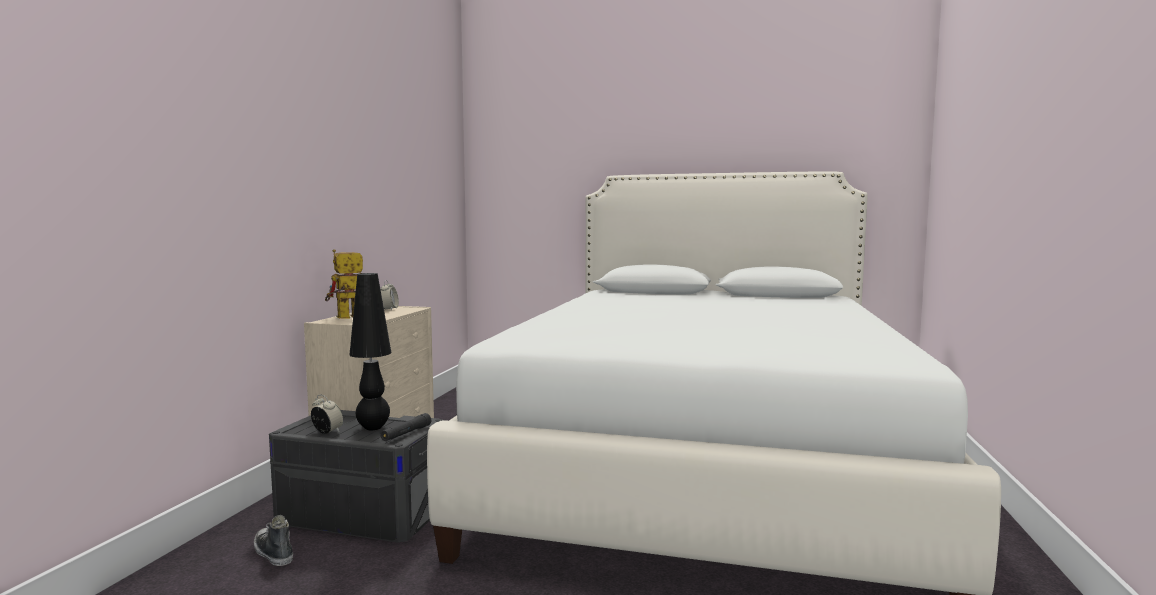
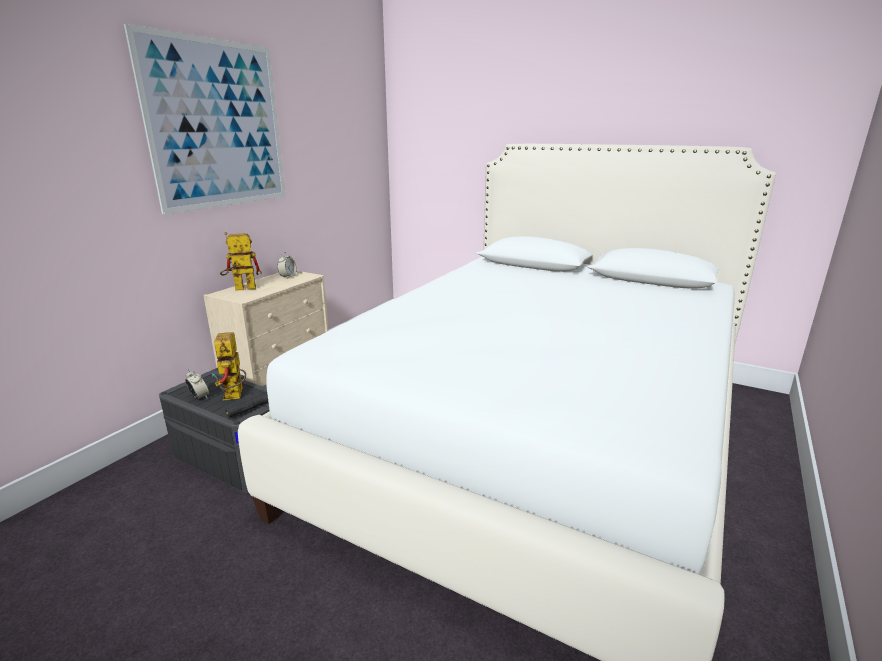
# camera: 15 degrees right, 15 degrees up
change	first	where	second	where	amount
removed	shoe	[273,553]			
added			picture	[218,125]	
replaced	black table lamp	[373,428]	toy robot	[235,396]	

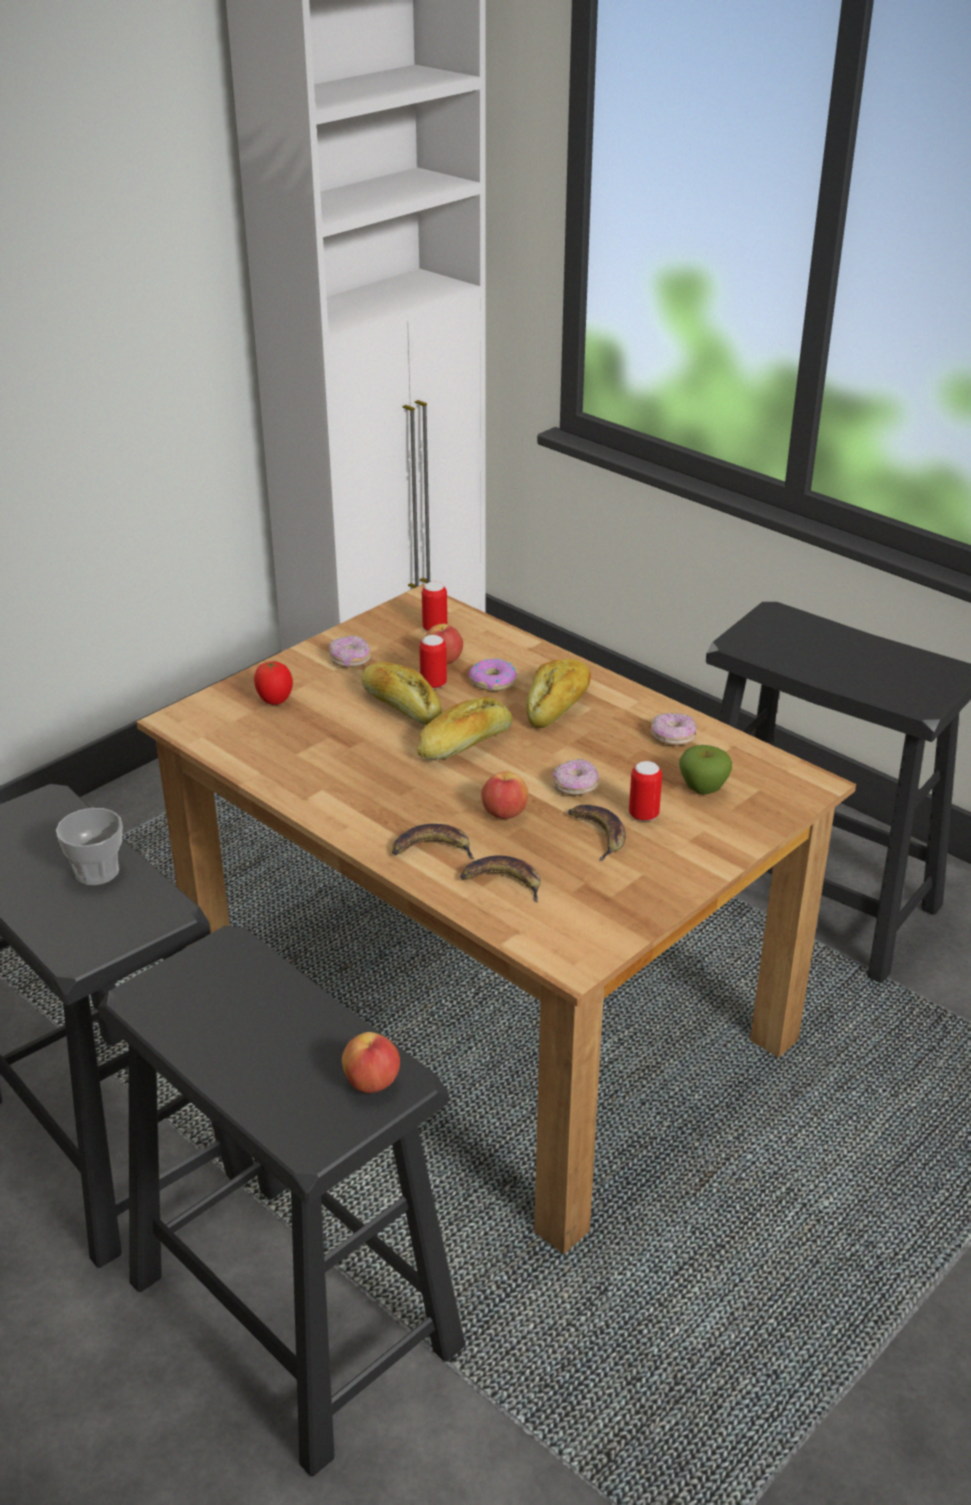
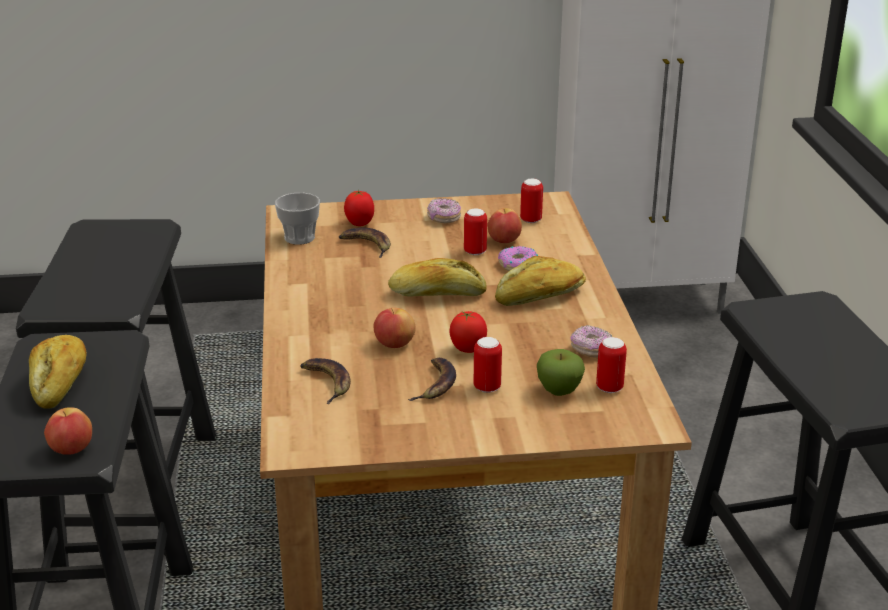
# camera: 40 degrees right, 5 degrees down
change	first	where	second	where	amount
added			can	[609,388]	
moved	cup	[97,871]		[299,238]	
moved	bread	[401,706]		[60,382]	
moved	banana	[431,849]		[366,245]	
replaced	donut	[575,787]	tomato	[468,350]	

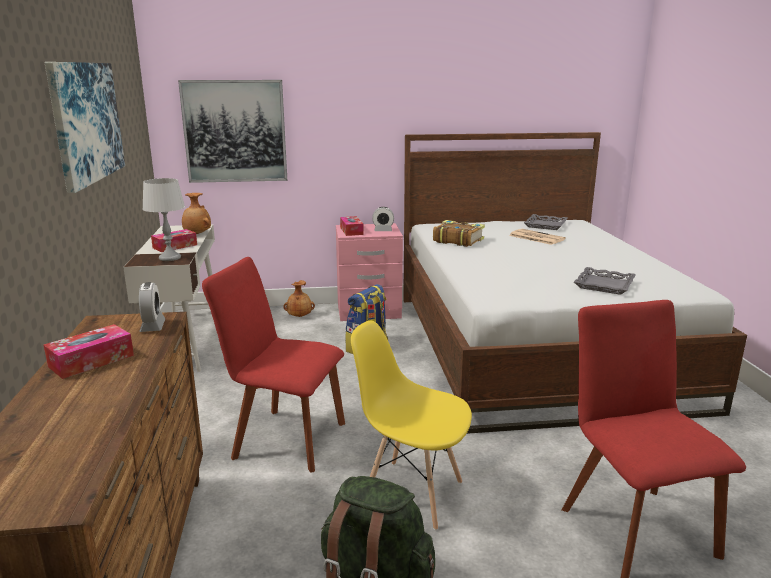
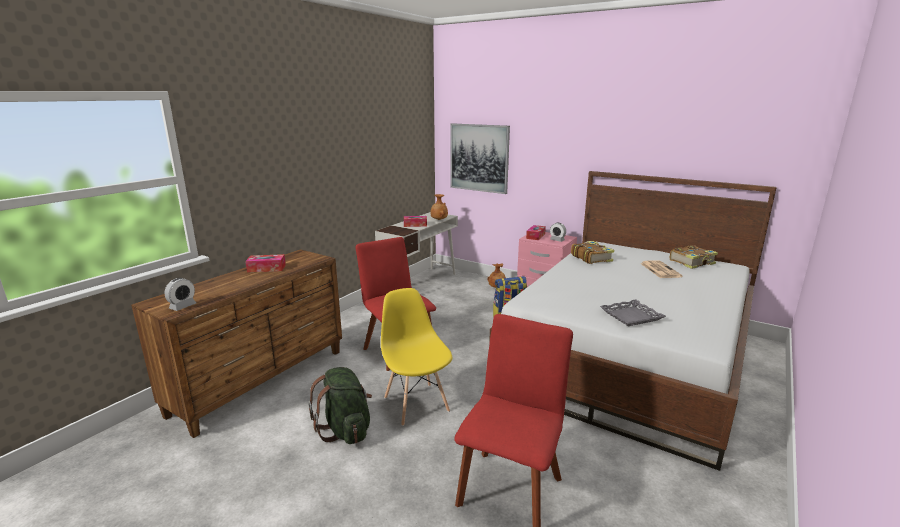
# camera: 40 degrees right, 0 degrees up
change	first	where	second	where	amount
removed	picture	[86,122]			
removed	grey table lamp	[169,258]			
moved	alarm clock	[153,326]		[183,306]	
replaced	grey tray	[545,225]	book	[692,262]	

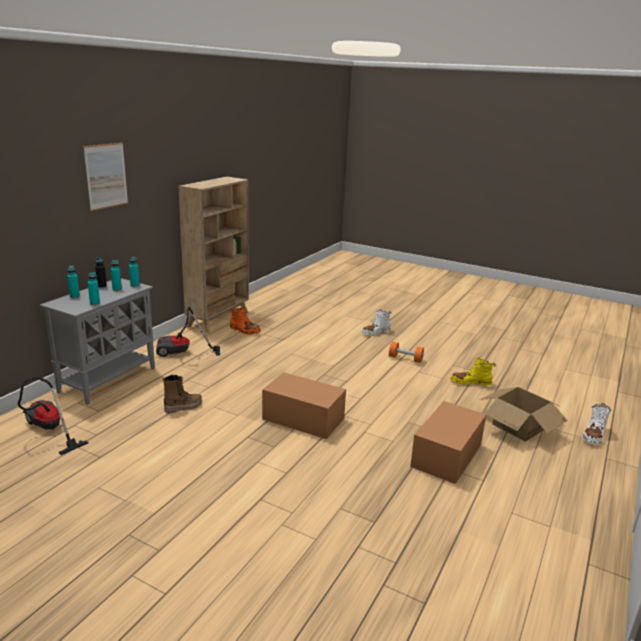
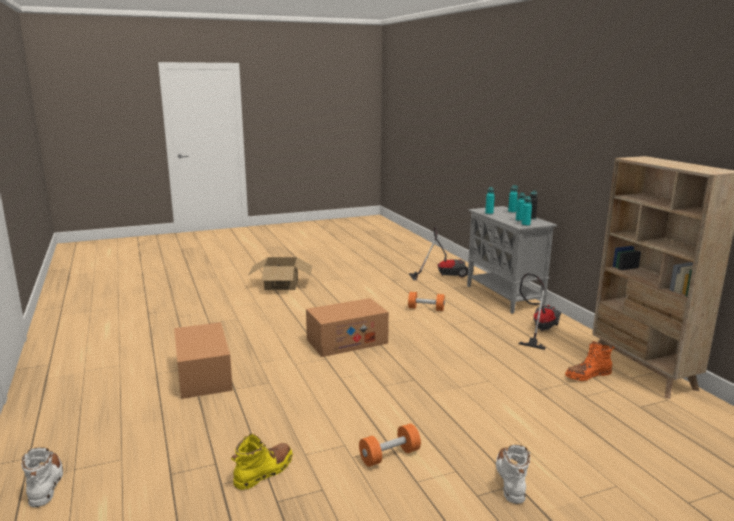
# camera: 130 degrees right, 5 degrees down
change	first	where	second	where	amount
removed	picture	[106,176]			
moved	cardboard box	[519,426]		[281,284]	
replaced	boot	[183,407]	orange dumbbell	[426,309]	

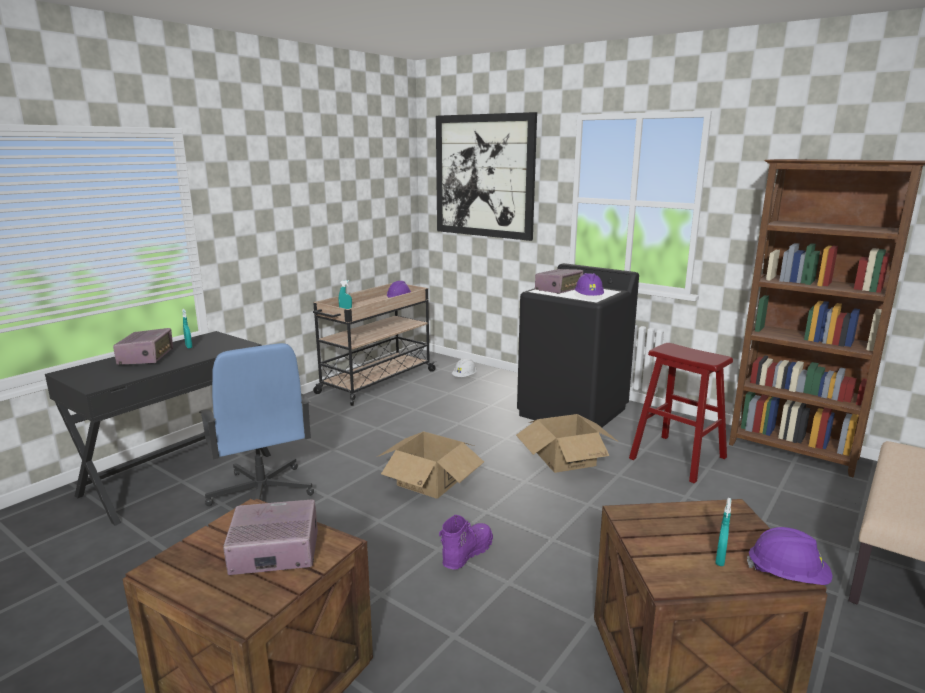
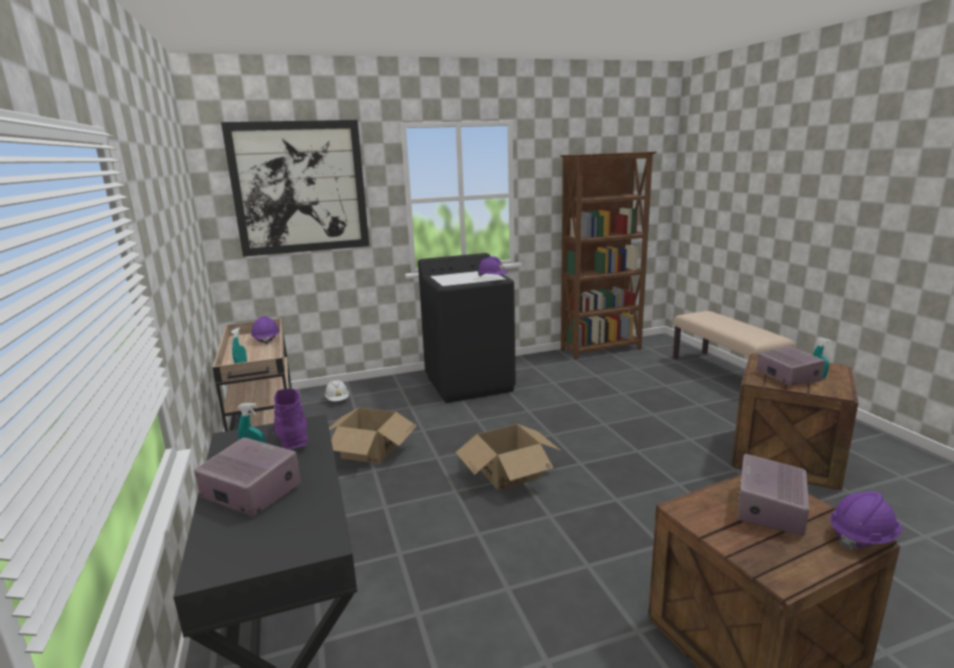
# camera: 55 degrees left, 0 degrees up
change	first	where	second	where	amount
removed	blue office chair	[261,493]			
removed	red stool	[678,458]			
moved	purple boot	[466,553]		[292,436]	
moved	cardboard box	[565,458]		[370,449]	
moved	radio	[558,290]		[787,376]	
moved	purple hard hat	[787,576]		[862,536]	

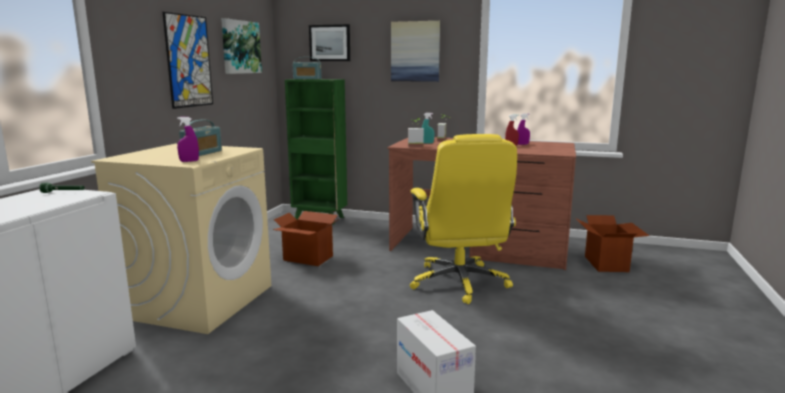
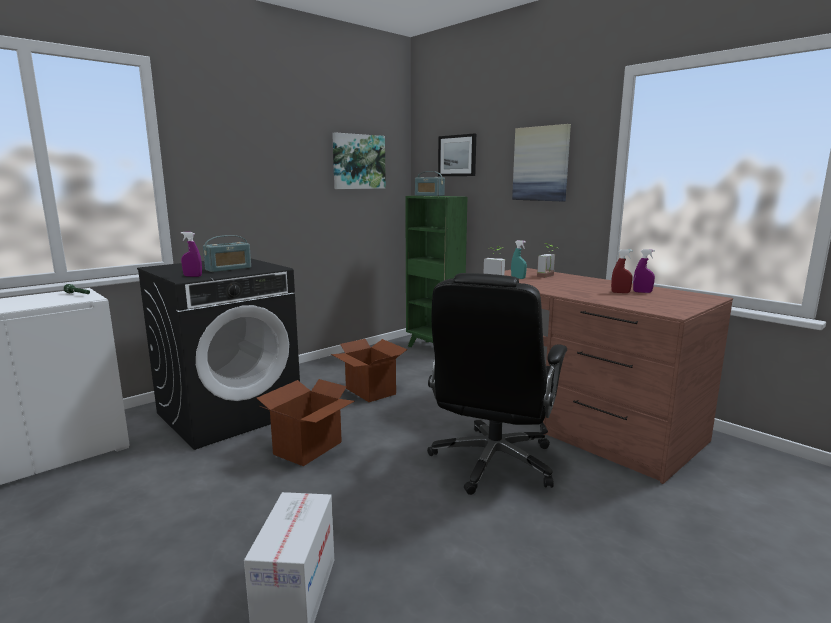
# camera: 30 degrees right, 0 degrees up
change	first	where	second	where	amount
removed	picture	[189,61]			
moved	cardboard box	[607,264]		[309,448]	
recoloured	beige washing machine	[199,300]	black washing machine	[229,413]	
recoloured	yellow office chair	[459,283]	black office chair	[492,463]	

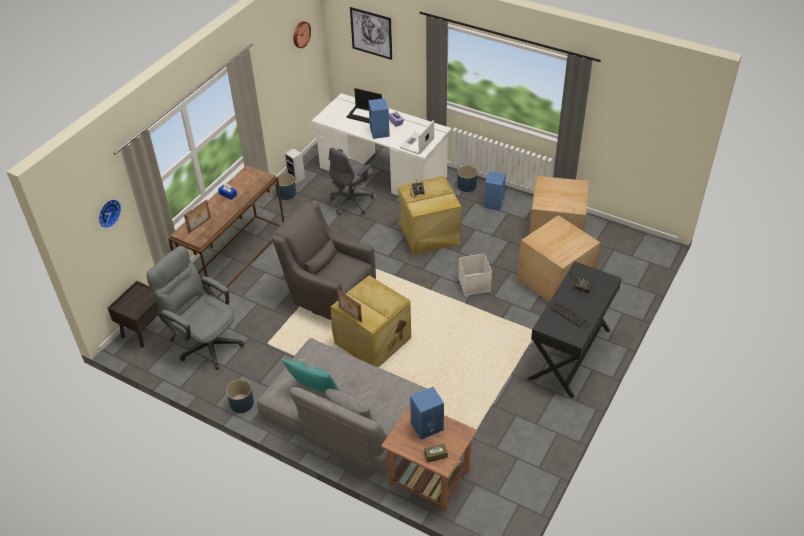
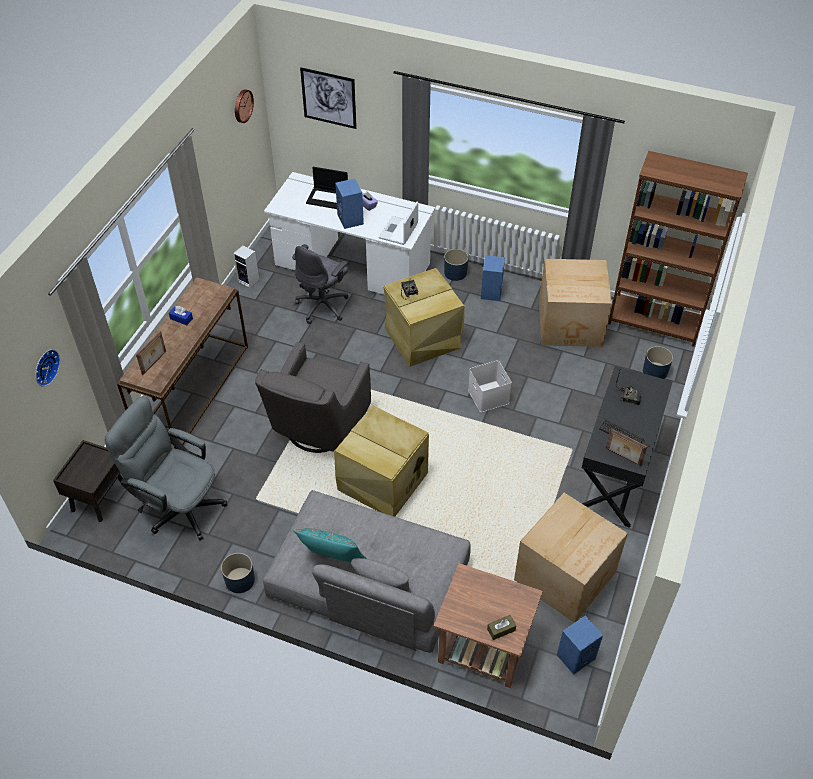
# camera: 10 degrees left, 5 degrees up
change	first	where	second	where	amount
added			brown bookcase	[654,323]	
moved	blue planter	[286,193]		[655,371]	
moved	picture frame	[350,314]		[623,457]	
moved	blue speaker	[427,426]		[576,656]	
moved	cardboard box	[556,280]		[566,576]	
turned	grey armchair	[328,295]		[317,429]	90 degrees counterclockwise

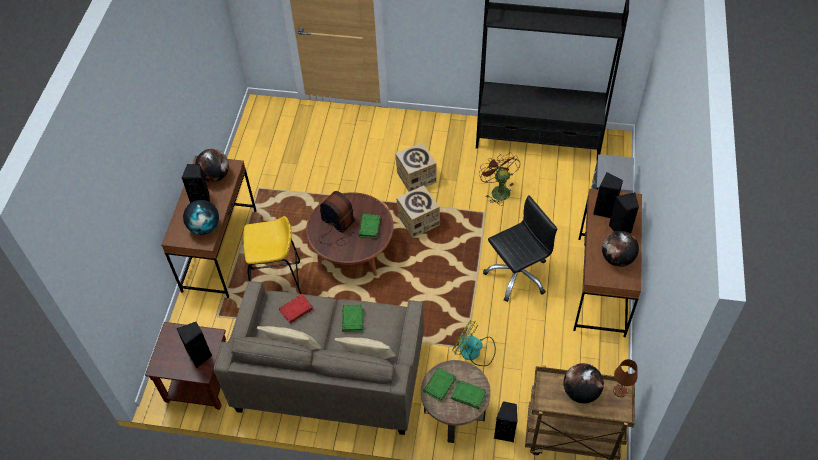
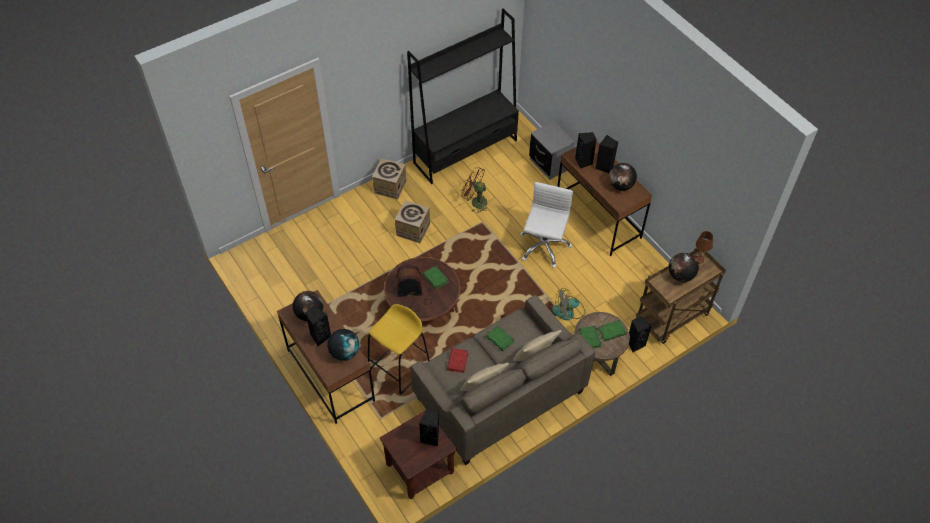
# camera: 45 degrees left, 0 degrees up
change	first	where	second	where	amount
moved	cardboard box	[418,221]		[390,187]	
recoloured	black office chair	[517,275]	white office chair	[543,247]	

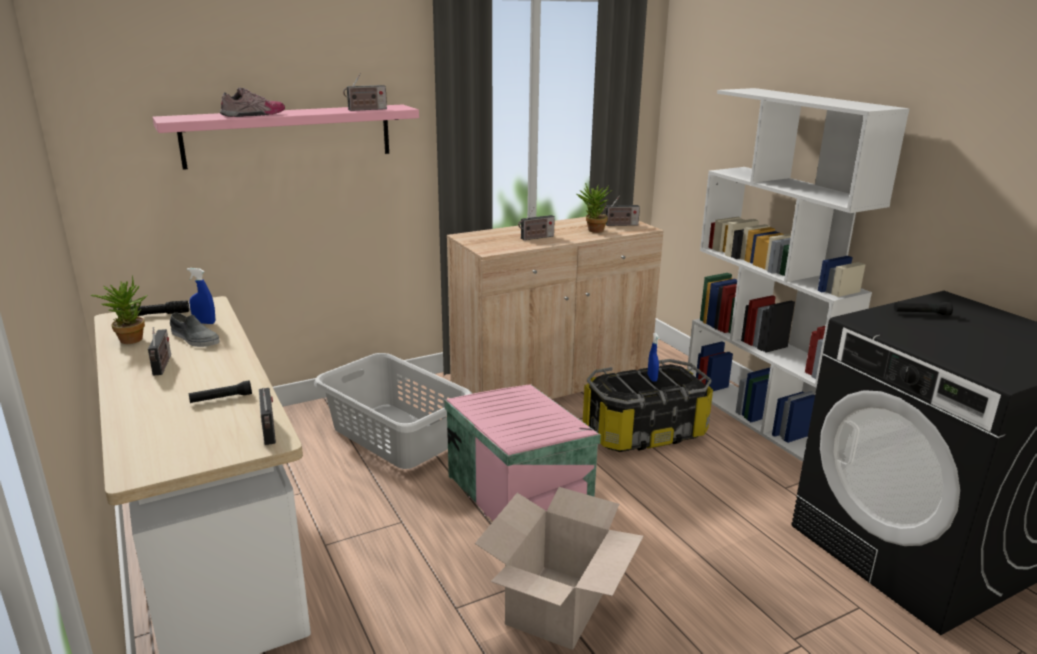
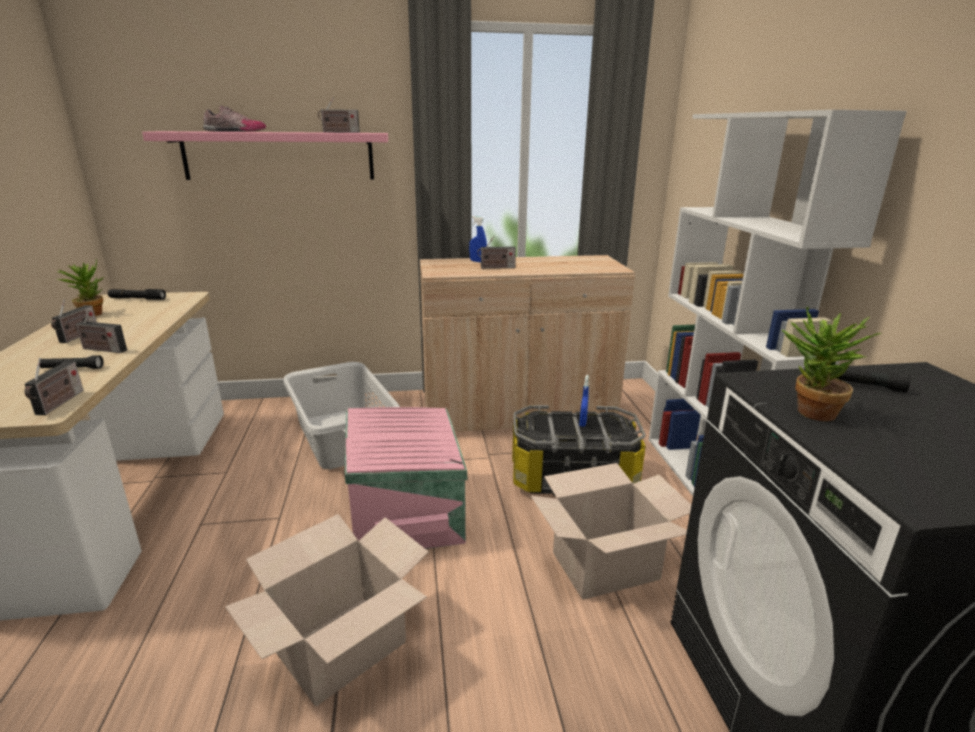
# camera: 20 degrees right, 0 degrees up
change	first	where	second	where	amount
removed	grey shoe	[194,338]			
added			cardboard box	[605,566]	
moved	blue spray bottle	[204,322]		[478,261]	
moved	potted plant	[593,231]		[809,413]	
moved	radio	[620,225]		[102,349]	

